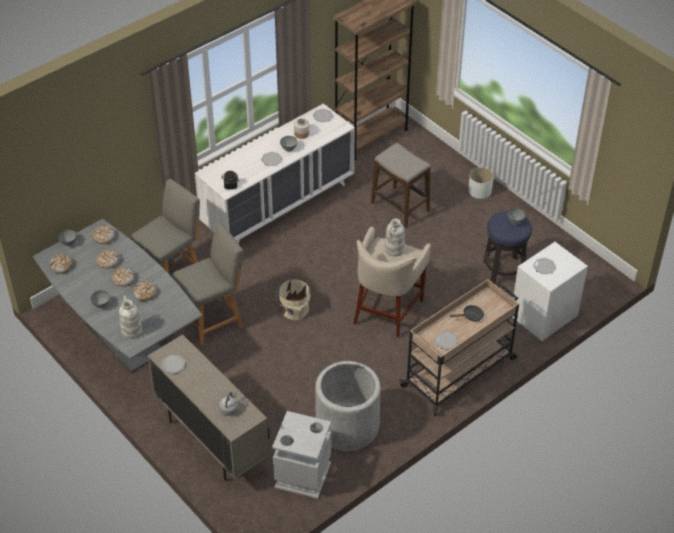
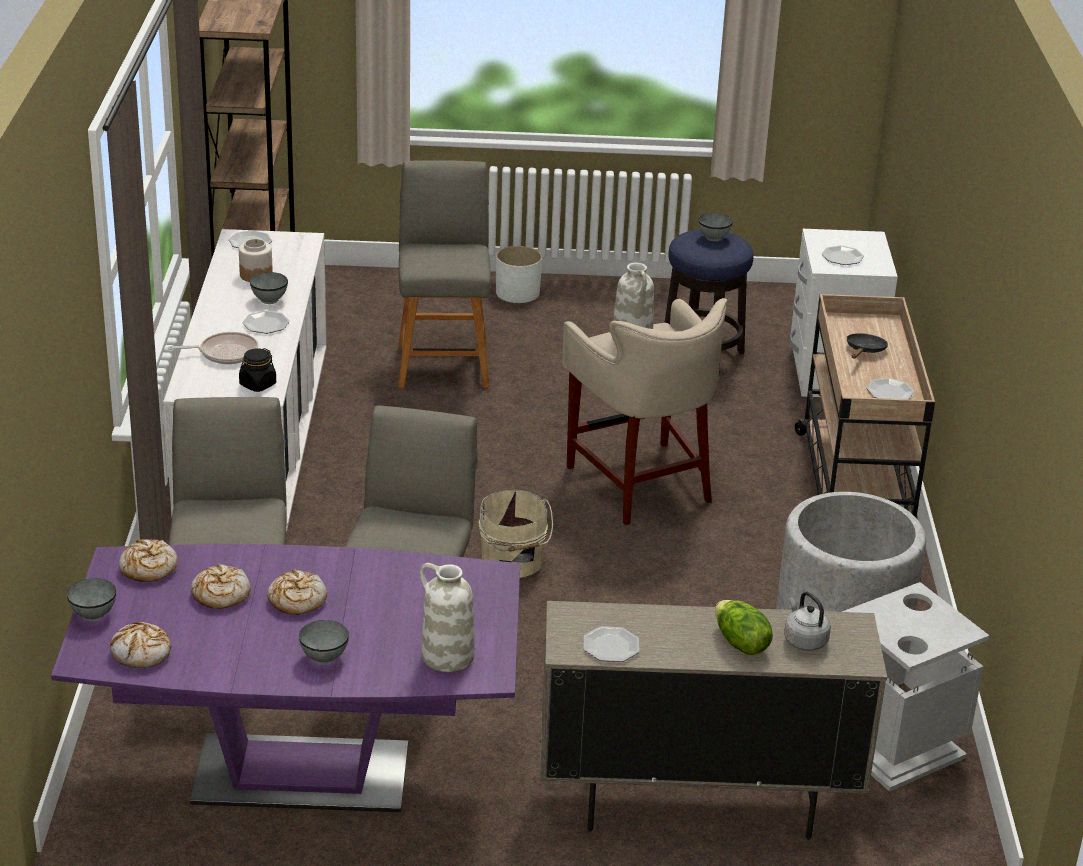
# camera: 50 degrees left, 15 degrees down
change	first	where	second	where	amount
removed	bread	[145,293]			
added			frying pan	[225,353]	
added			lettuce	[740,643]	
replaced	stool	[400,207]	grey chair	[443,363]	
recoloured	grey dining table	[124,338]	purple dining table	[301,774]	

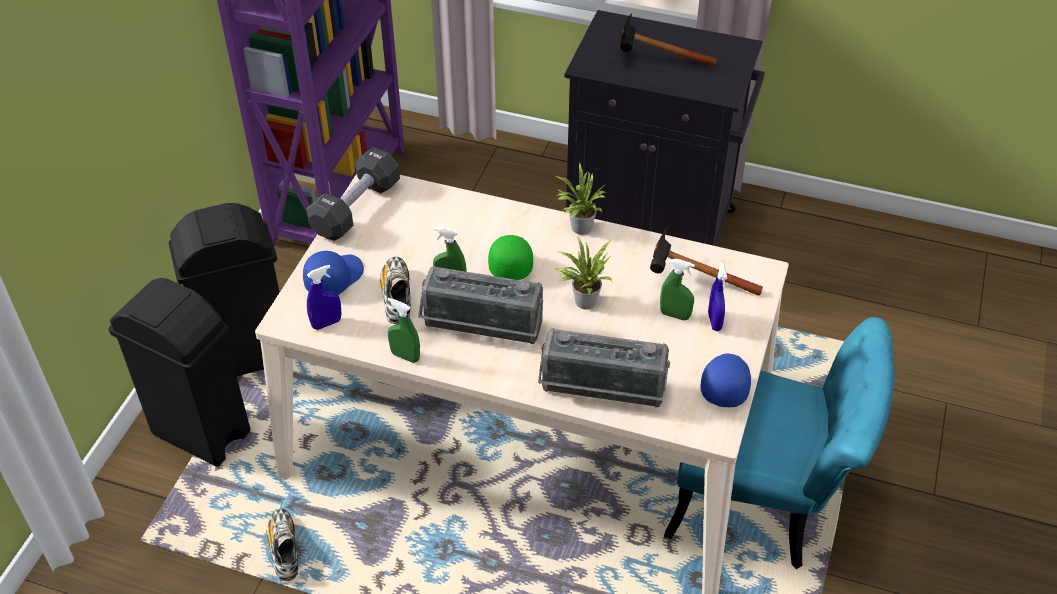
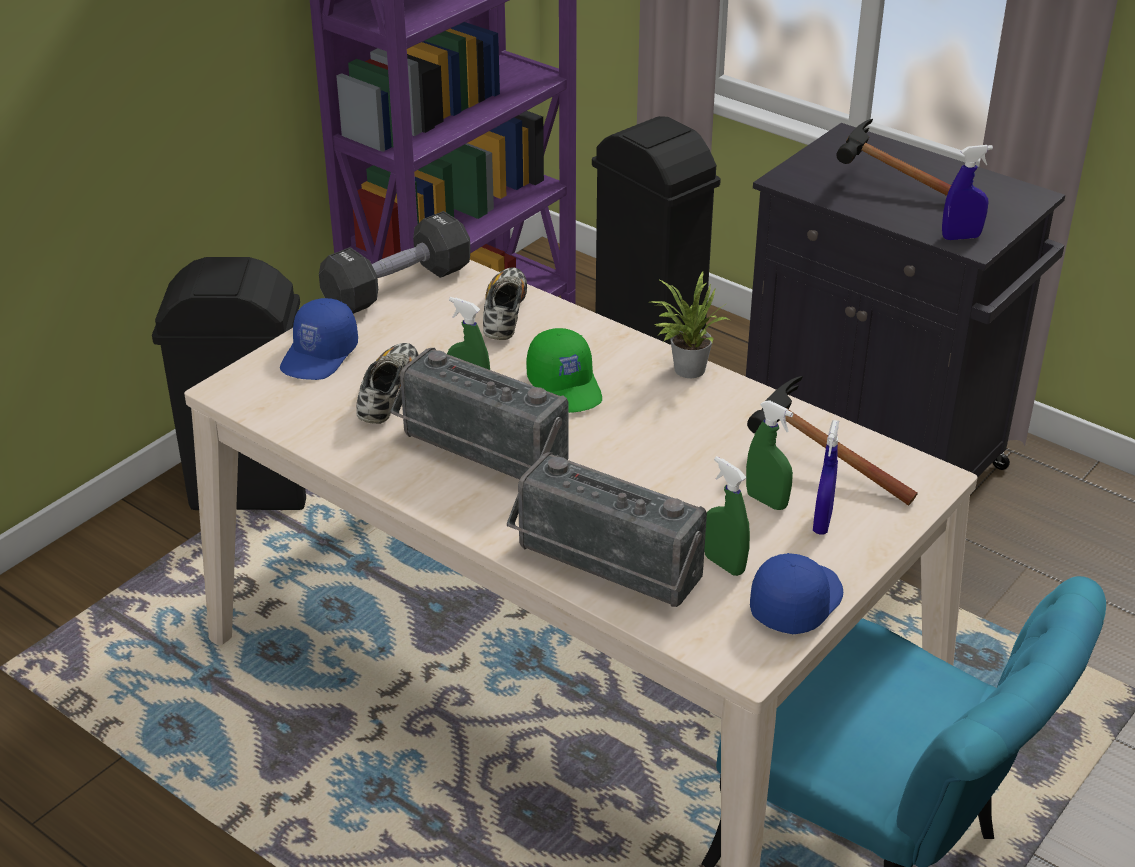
# camera: 20 degrees right, 10 degrees down
change	first	where	second	where	amount
removed	potted plant	[583,300]			
moved	black trash can	[200,432]		[649,330]	
moved	shoe	[284,550]		[505,315]	
moved	blue spray bottle	[326,323]		[961,237]	
moved	green spray bottle	[405,356]		[724,564]	
turned	blue cap	[333,278]		[320,356]	150 degrees clockwise
turned	green cap	[510,261]		[566,387]	135 degrees clockwise

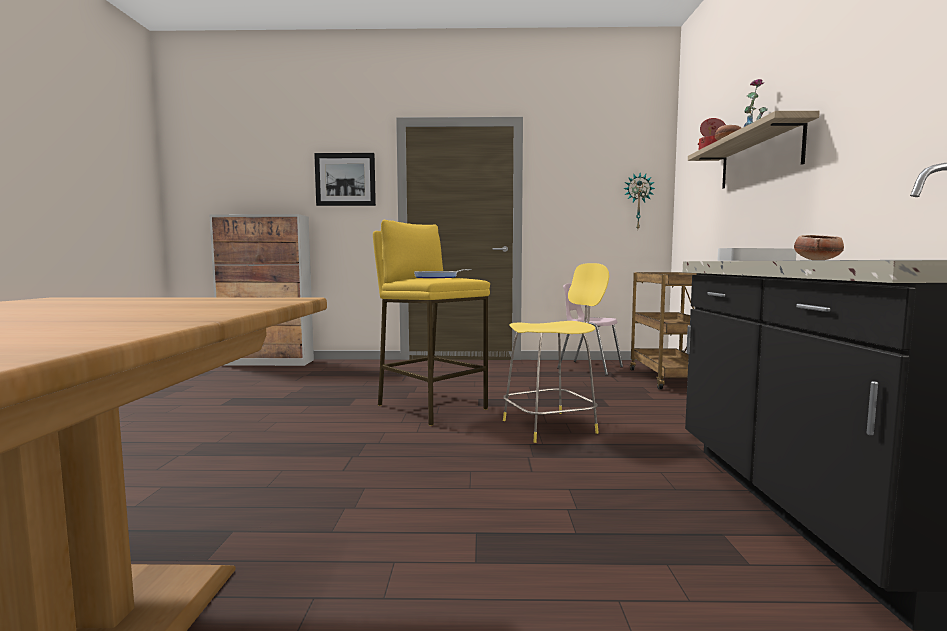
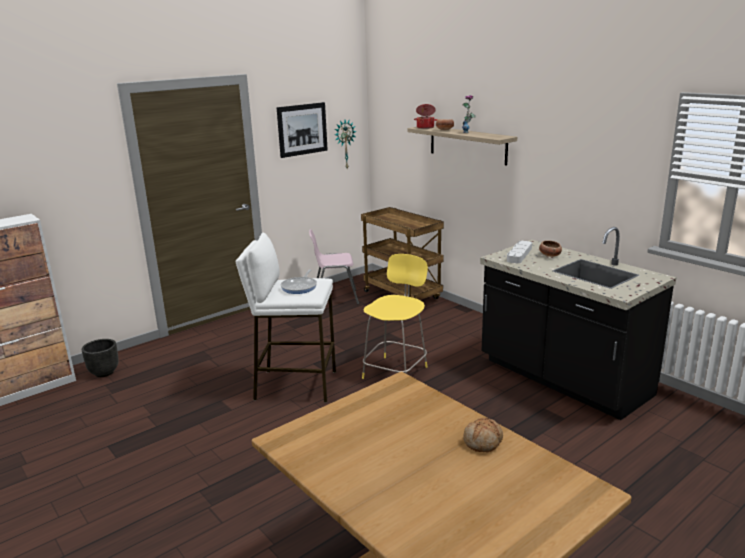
# camera: 40 degrees left, 15 degrees up
change	first	where	second	where	amount
added			black planter	[104,373]	
added			bread	[483,442]	
moved	picture	[345,179]		[302,129]	
recoloured	yellow stool	[431,407]	white stool	[295,385]	

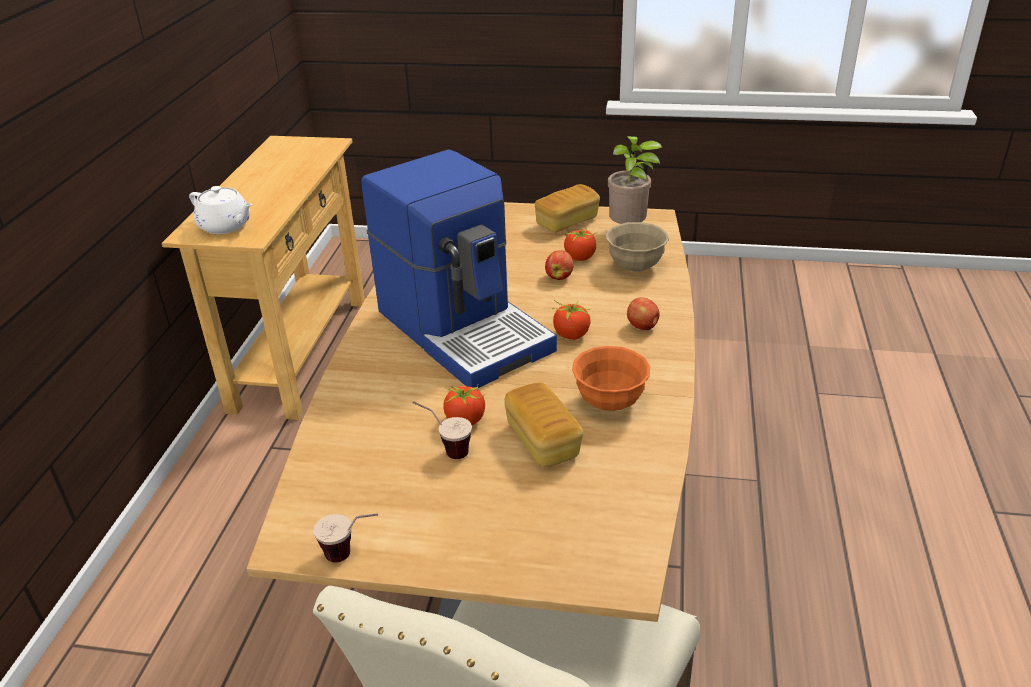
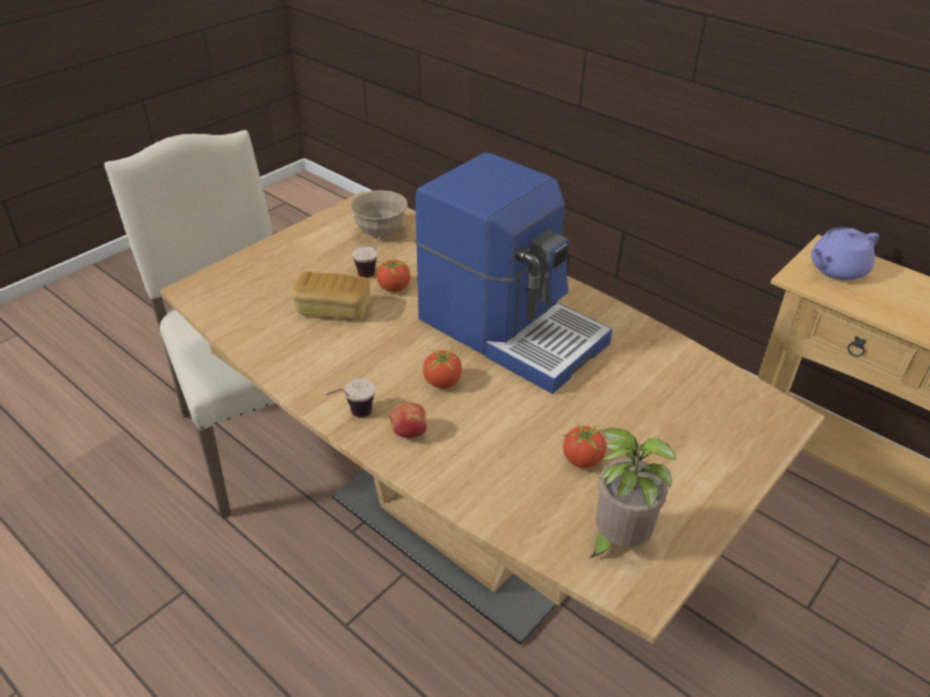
# camera: 120 degrees right, 5 degrees up
change	first	where	second	where	amount
removed	bread	[567,222]			
removed	apple	[559,276]			
removed	orange bowl	[609,402]			
moved	cup	[352,555]		[352,417]	
moved	beige bowl	[635,266]		[380,232]	
recoloured	white teapot	[226,226]	purple teapot	[836,269]	
turned	coffee machine	[465,329]		[511,329]	135 degrees counterclockwise

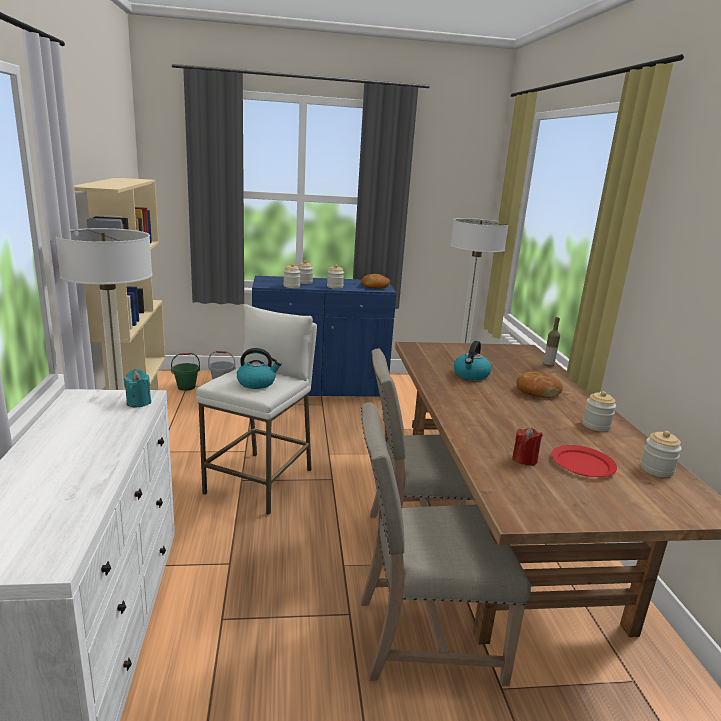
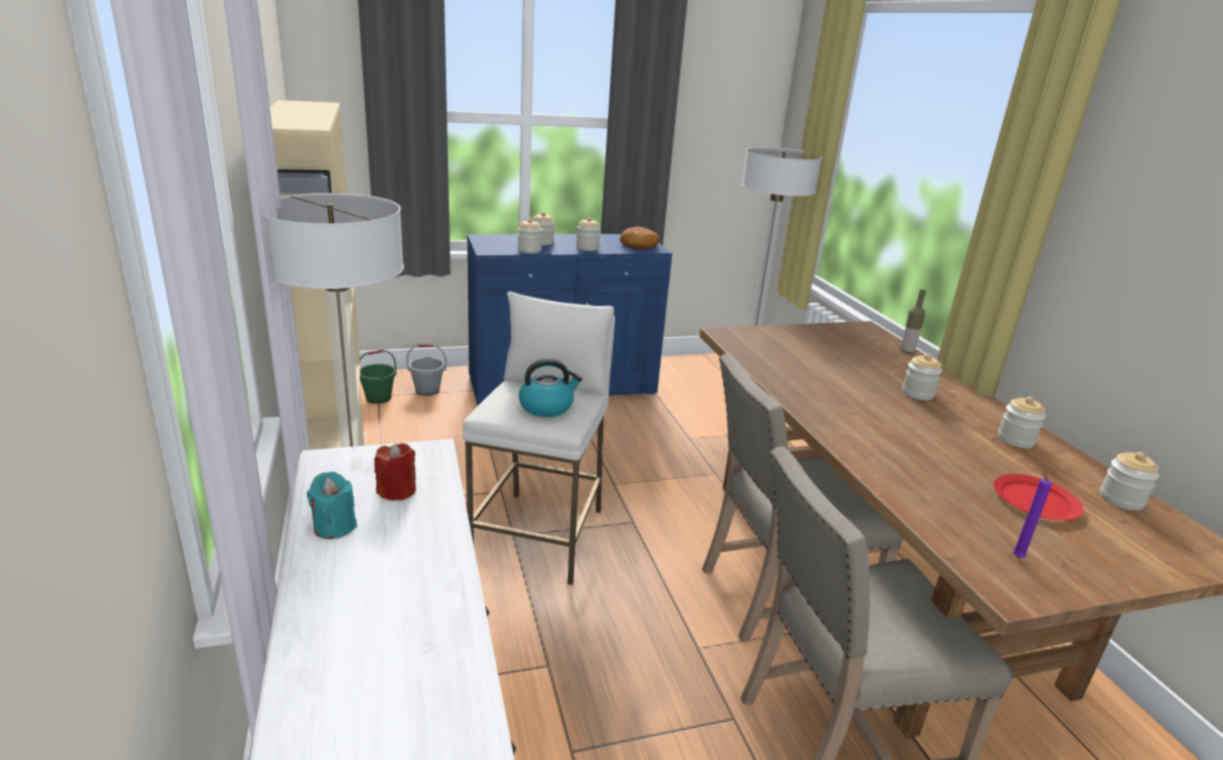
# camera: 10 degrees left, 5 degrees up
change	first	where	second	where	amount
removed	kettle	[471,375]			
added			purple candle	[1016,556]	
moved	turquoise candle	[138,402]		[334,527]	
moved	red candle	[524,459]		[397,491]	
replaced	bread	[537,391]	jar	[918,393]	

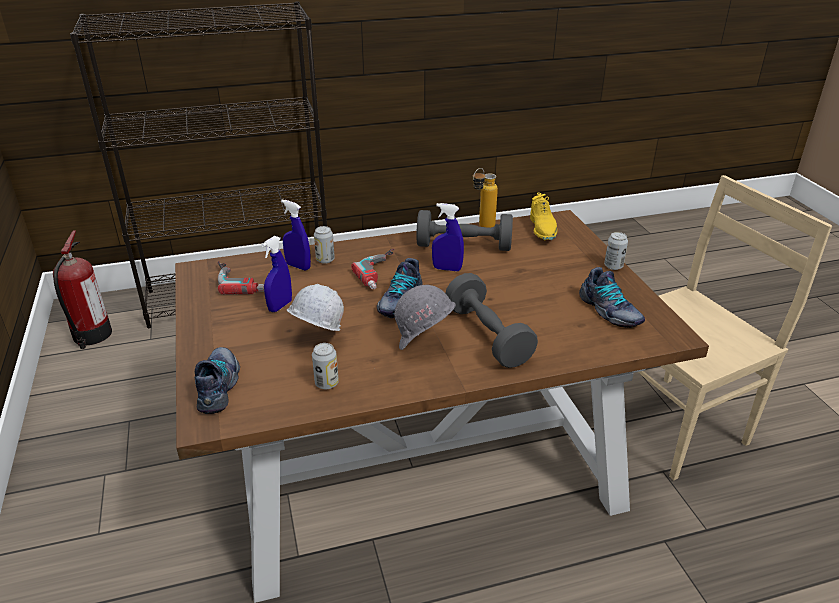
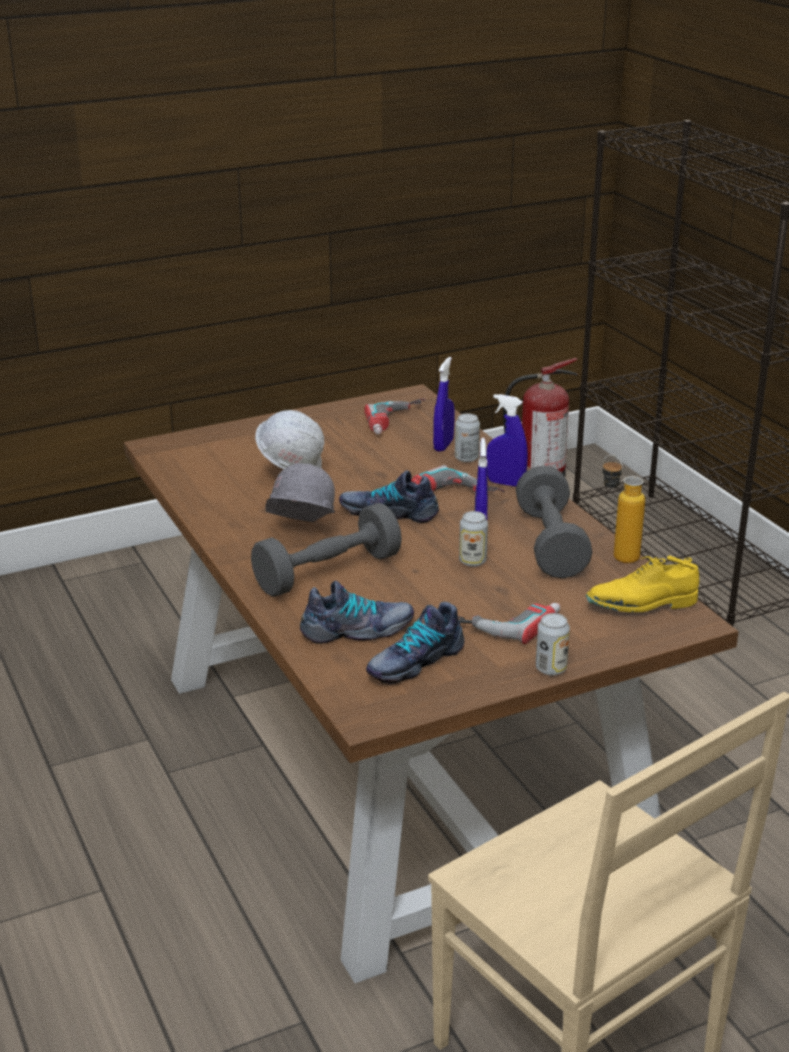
# camera: 80 degrees right, 5 degrees down
change	first	where	second	where	amount
added			power drill	[504,621]	
moved	shoe	[219,386]		[357,630]	
moved	blue spray bottle	[280,306]		[505,483]	
moved	can	[326,383]		[472,561]	

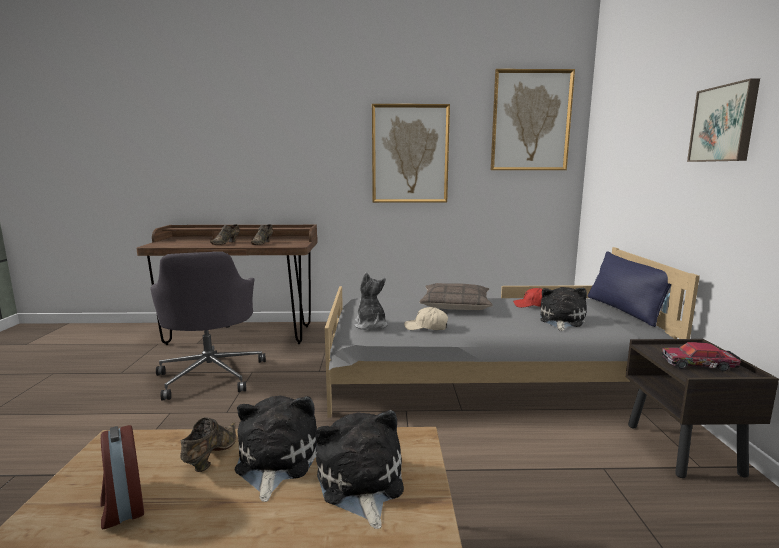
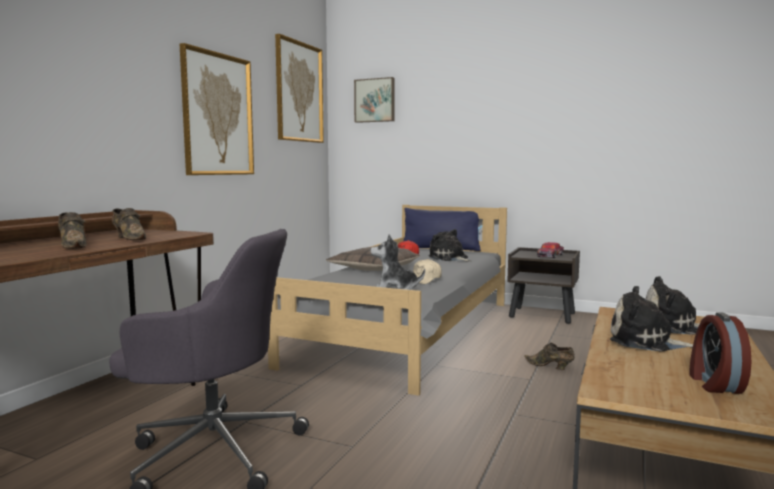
# camera: 65 degrees left, 5 degrees down
change	first	where	second	where	amount
moved	brown shoe	[210,457]		[550,367]	
moved	picture	[724,124]		[375,100]	
turned	alarm clock	[121,505]		[714,383]	105 degrees clockwise

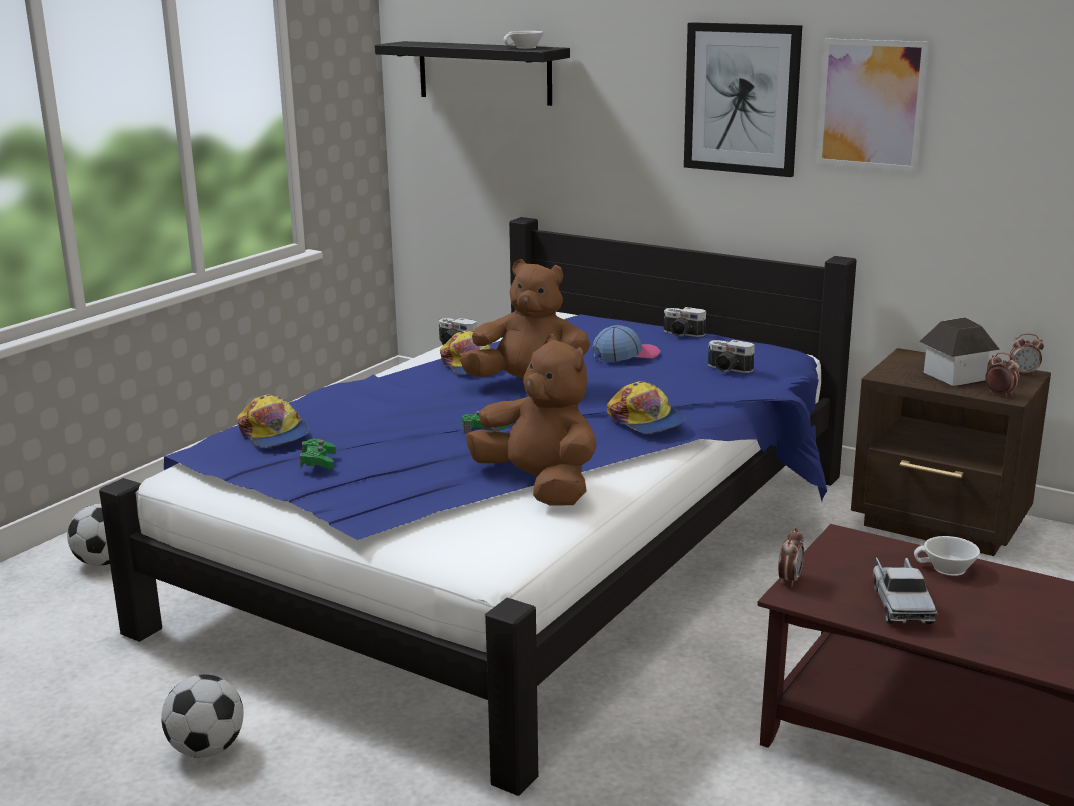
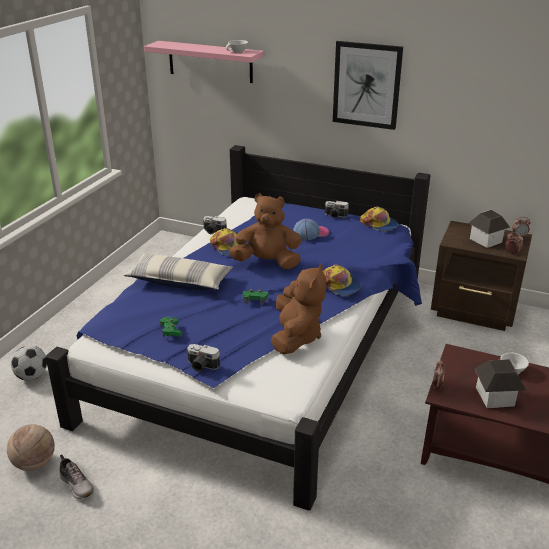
# camera: 10 degrees left, 10 degrees up
change	first	where	second	where	amount
removed	football	[206,750]			
removed	picture	[871,104]			
added			basketball	[34,463]	
added			shoe	[77,484]	
added			pillow	[180,281]	
moved	cap	[274,434]		[379,224]	
moved	photo camera	[728,369]		[202,366]	
replaced	toy truck	[900,604]	toy house	[495,396]	
recoloured	black shelf	[484,72]	pink shelf	[210,61]	
turned	brown plush toy	[540,486]		[296,337]	60 degrees clockwise

